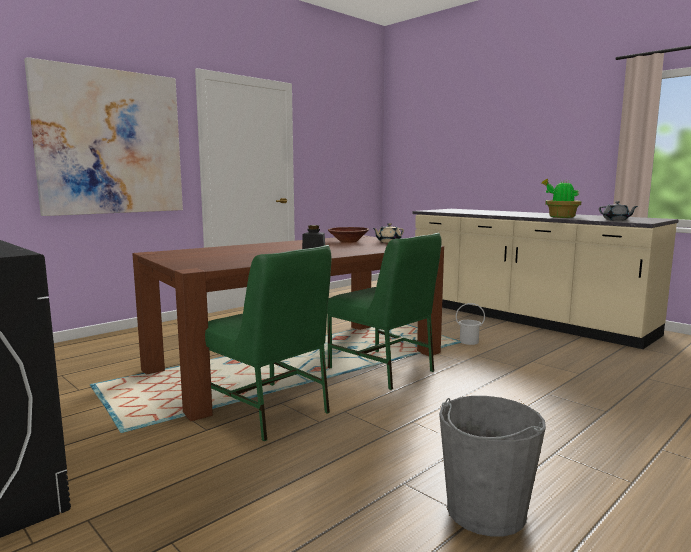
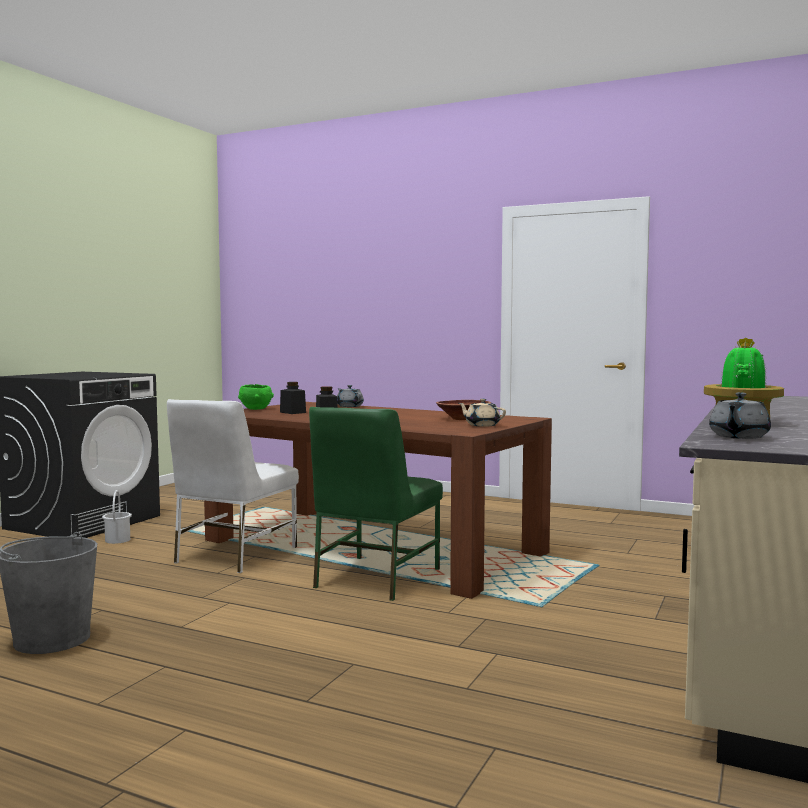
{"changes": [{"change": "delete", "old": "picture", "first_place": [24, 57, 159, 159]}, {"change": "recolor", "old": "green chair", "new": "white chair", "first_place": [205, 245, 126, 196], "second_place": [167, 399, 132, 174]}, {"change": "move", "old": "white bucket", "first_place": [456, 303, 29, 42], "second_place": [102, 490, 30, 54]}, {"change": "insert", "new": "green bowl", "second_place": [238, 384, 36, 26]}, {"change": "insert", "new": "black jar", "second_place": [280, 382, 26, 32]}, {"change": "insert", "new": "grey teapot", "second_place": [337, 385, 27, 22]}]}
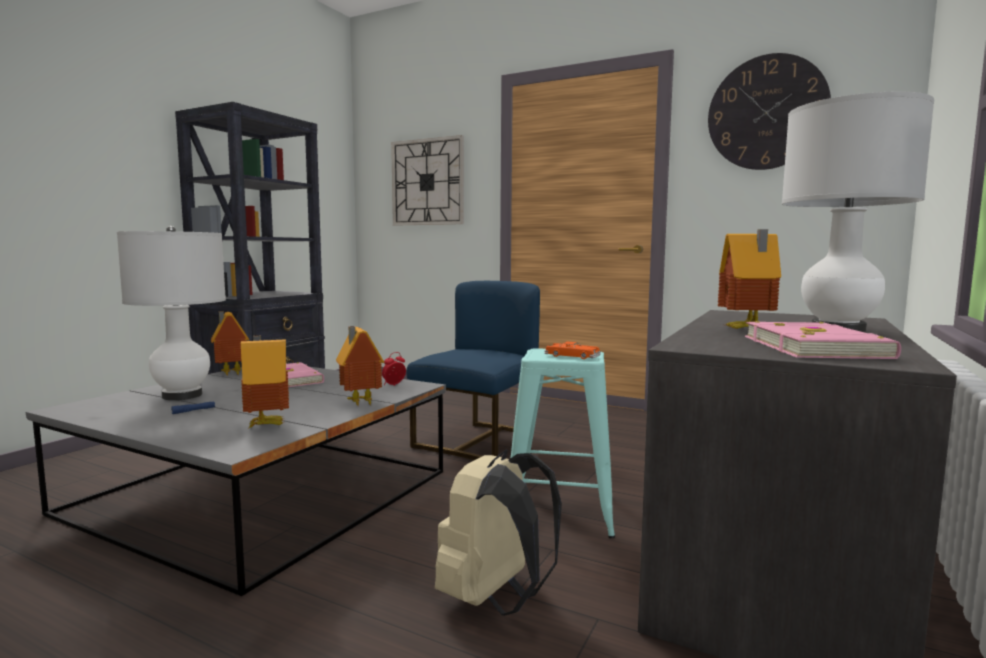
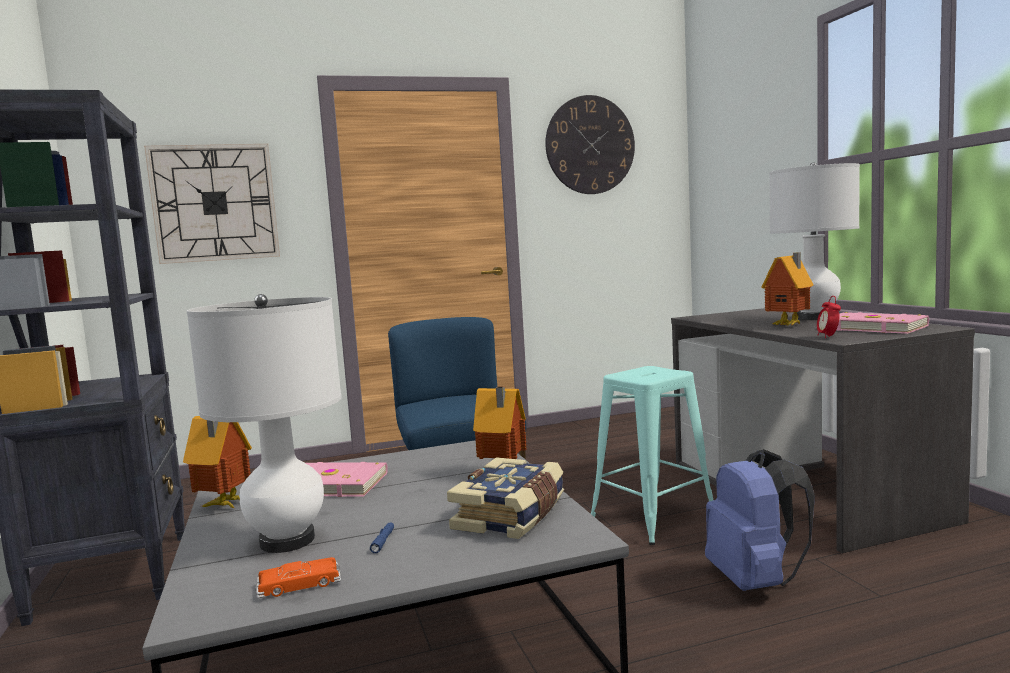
{"changes": [{"change": "replace", "old": "toy house", "new": "book", "first_place": [241, 335, 48, 93], "second_place": [447, 457, 117, 82]}, {"change": "move", "old": "alarm clock", "first_place": [382, 352, 24, 34], "second_place": [817, 296, 24, 42]}, {"change": "recolor", "old": "beige backpack", "new": "blue backpack", "first_place": [435, 449, 127, 167], "second_place": [705, 449, 110, 142]}, {"change": "move", "old": "orange toy car", "first_place": [544, 342, 57, 17], "second_place": [256, 557, 85, 41]}]}
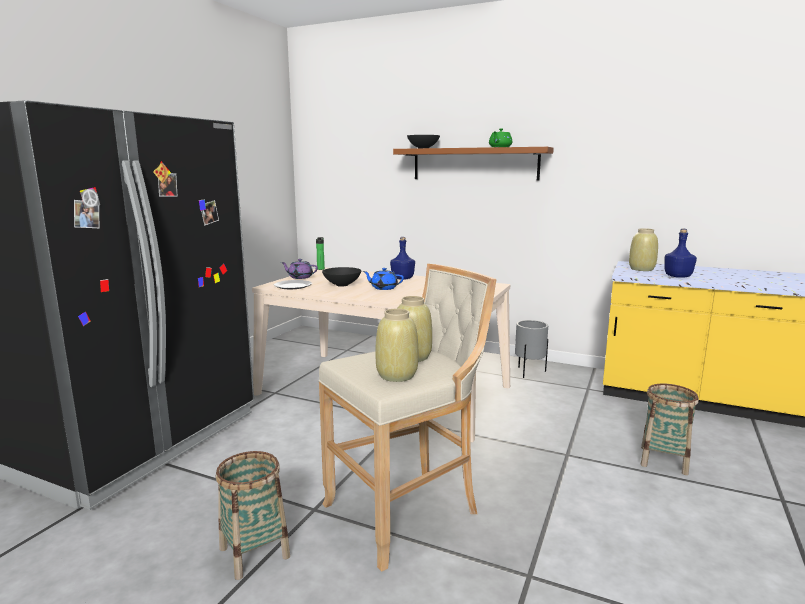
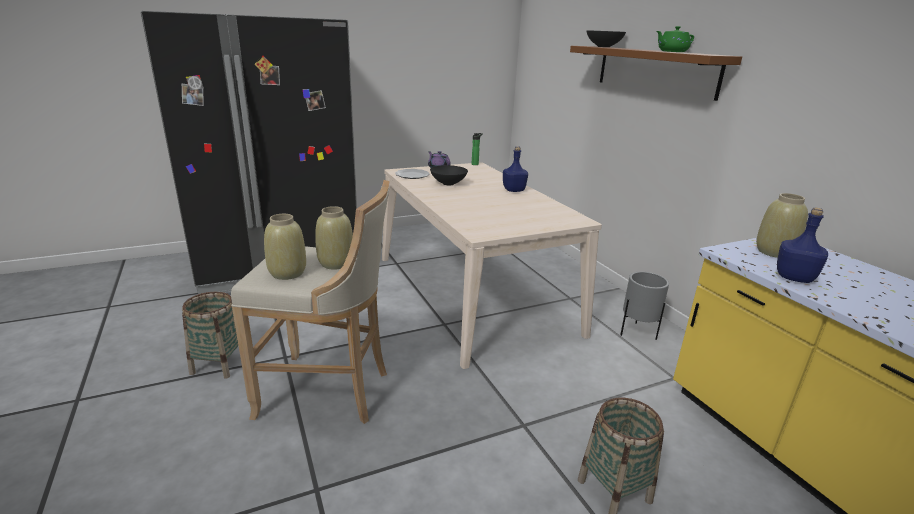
{"changes": [{"change": "delete", "old": "blue teapot", "first_place": [363, 268, 41, 22]}]}
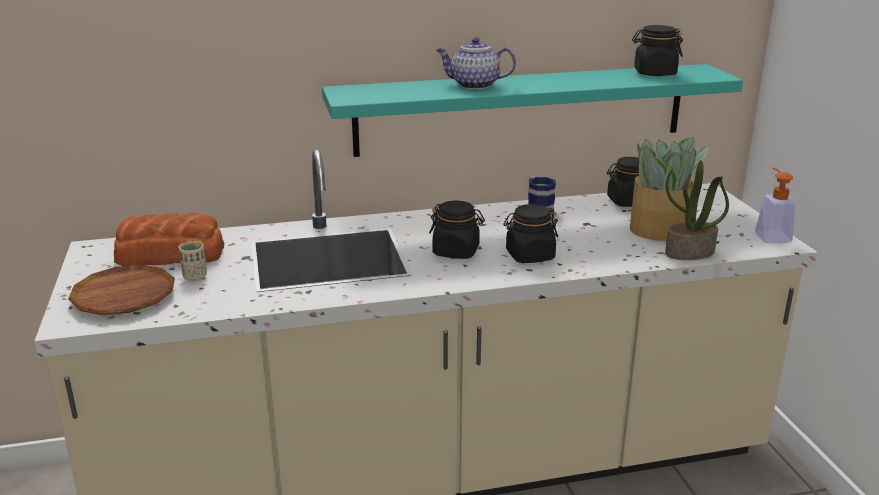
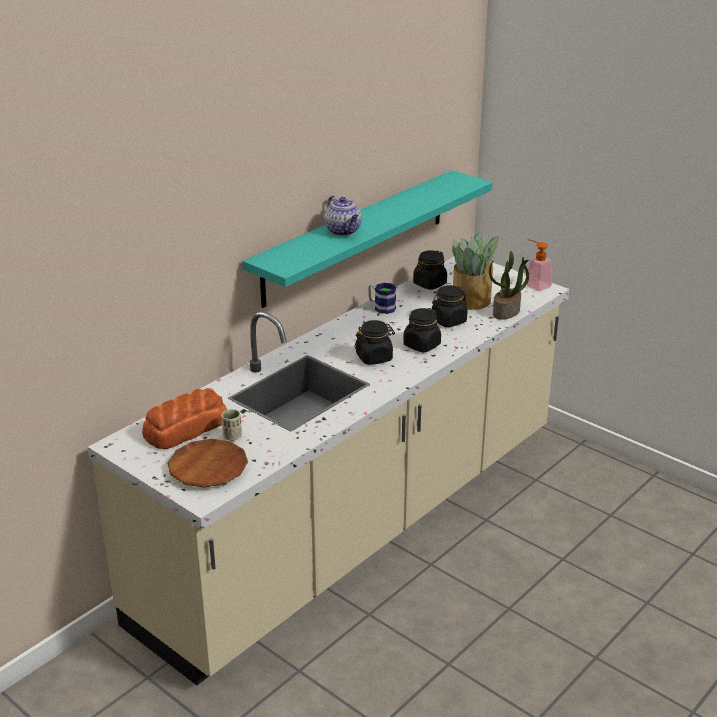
{"changes": [{"change": "rotate", "old": "teapot", "first_place": [436, 37, 80, 52], "second_place": [324, 196, 38, 40], "degrees": -90}, {"change": "move", "old": "black jar", "first_place": [632, 25, 51, 51], "second_place": [432, 285, 35, 42]}]}
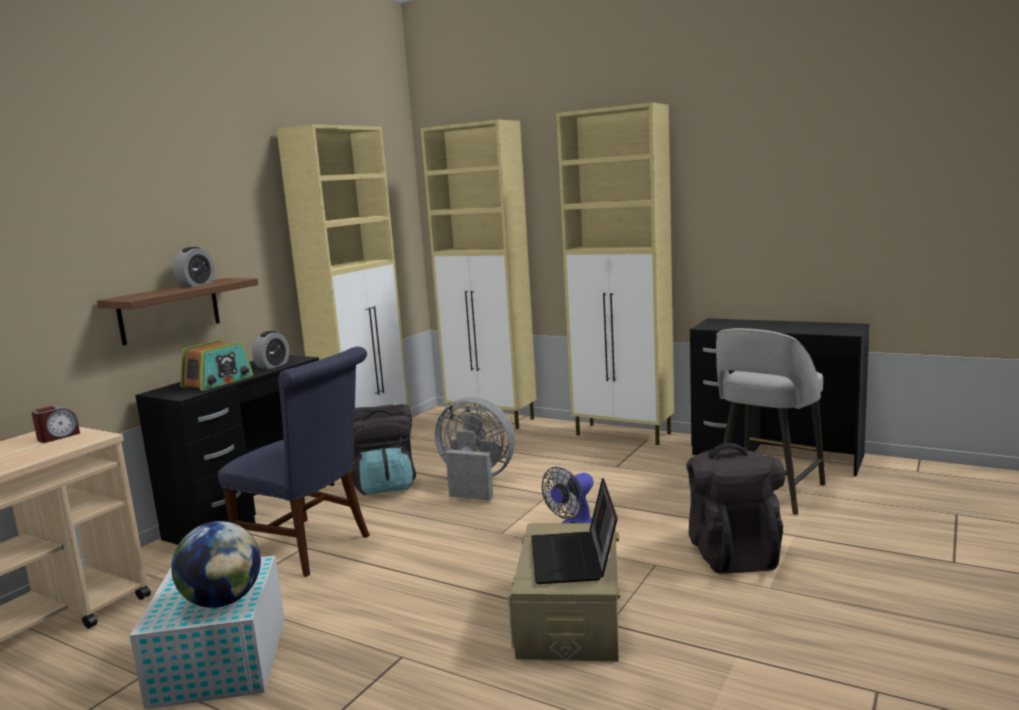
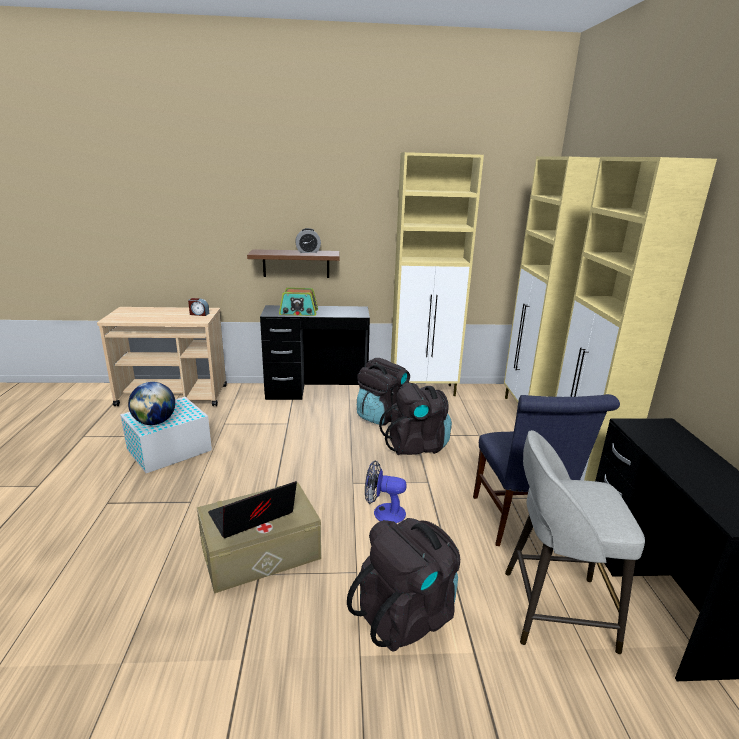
{"changes": [{"change": "move", "old": "blue chair", "first_place": [218, 347, 152, 230], "second_place": [473, 394, 147, 152]}, {"change": "delete", "old": "alarm clock", "first_place": [252, 331, 37, 38]}, {"change": "replace", "old": "grey fan", "new": "black backpack", "first_place": [435, 397, 80, 104], "second_place": [379, 383, 73, 72]}]}
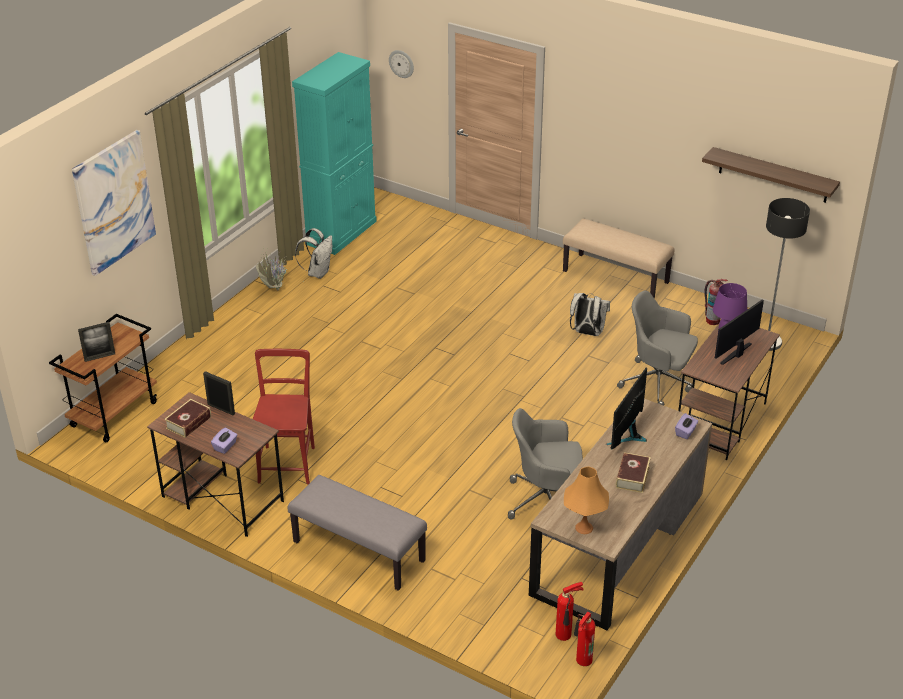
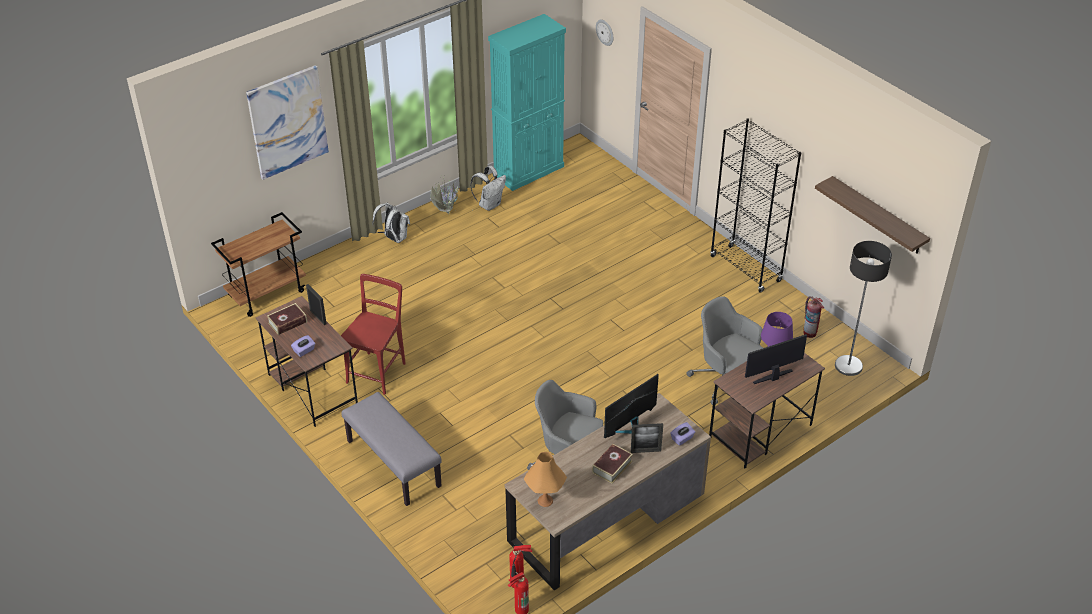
{"changes": [{"change": "move", "old": "picture frame", "first_place": [78, 322, 37, 40], "second_place": [631, 423, 32, 30]}, {"change": "replace", "old": "beige bench", "new": "black bookcase", "first_place": [563, 219, 111, 80], "second_place": [710, 118, 91, 175]}, {"change": "move", "old": "white backpack", "first_place": [570, 293, 40, 43], "second_place": [372, 202, 38, 41]}]}
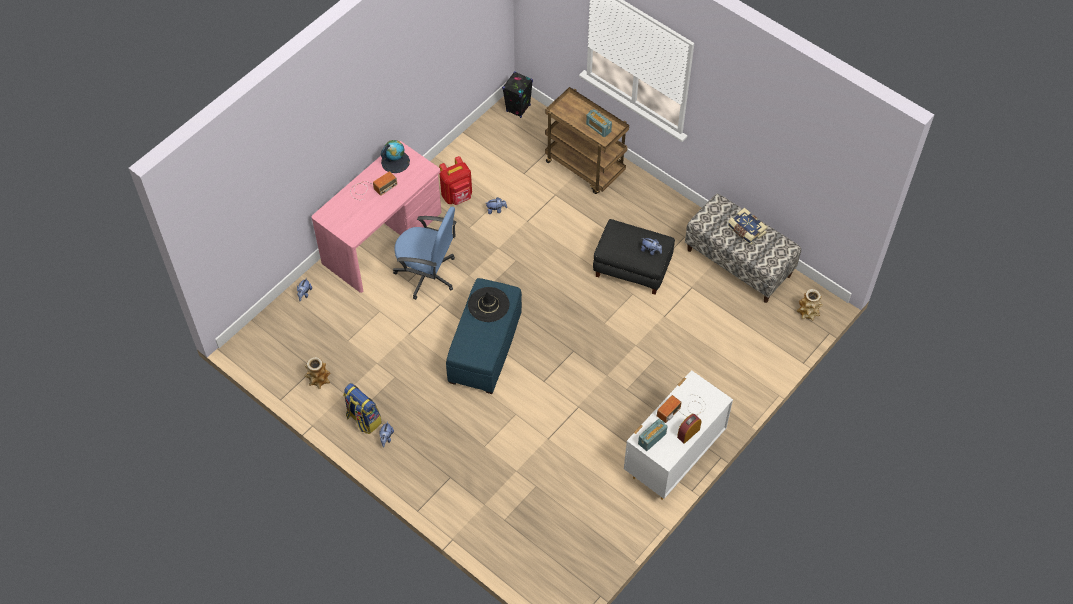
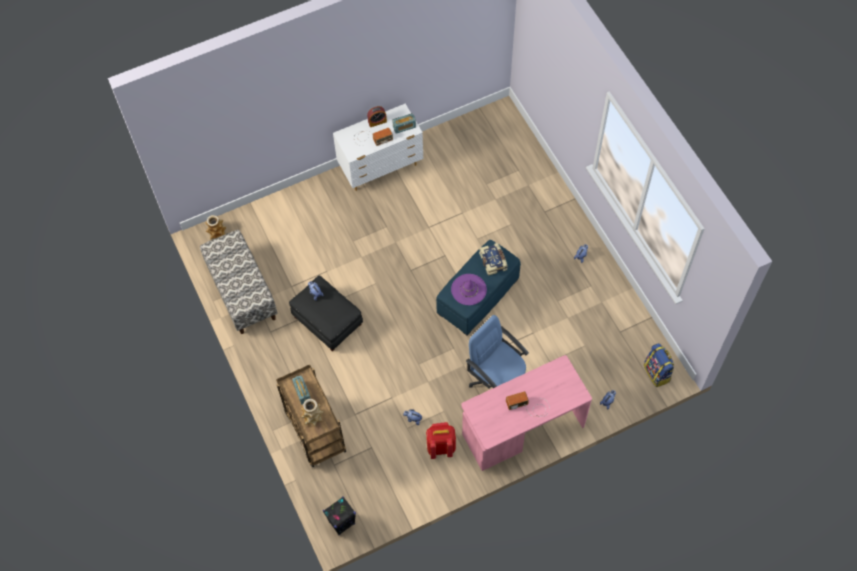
{"changes": [{"change": "move", "old": "vase", "first_place": [305, 357, 25, 32], "second_place": [301, 399, 23, 27]}, {"change": "move", "old": "backpack", "first_place": [343, 383, 39, 51], "second_place": [644, 343, 31, 44]}, {"change": "delete", "old": "globe", "first_place": [381, 140, 29, 33]}, {"change": "recolor", "old": "black hat", "new": "purple hat", "first_place": [468, 287, 42, 35], "second_place": [451, 274, 36, 31]}, {"change": "move", "old": "book", "first_place": [728, 208, 40, 37], "second_place": [479, 243, 29, 33]}]}
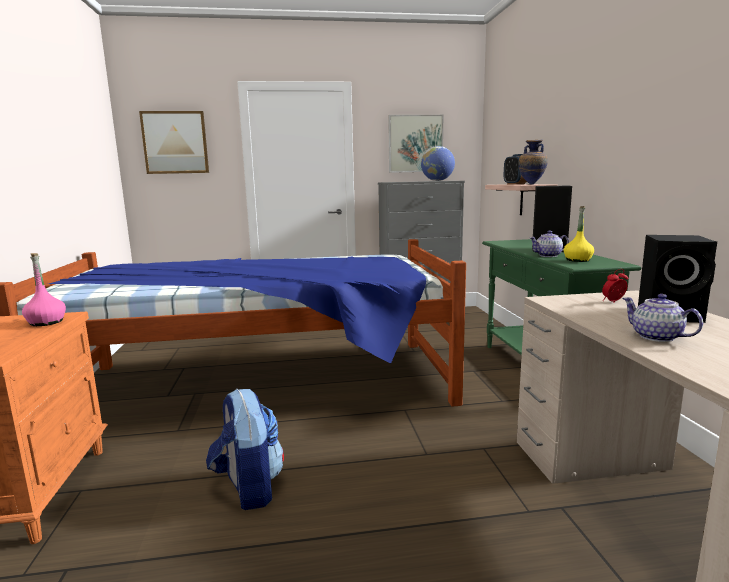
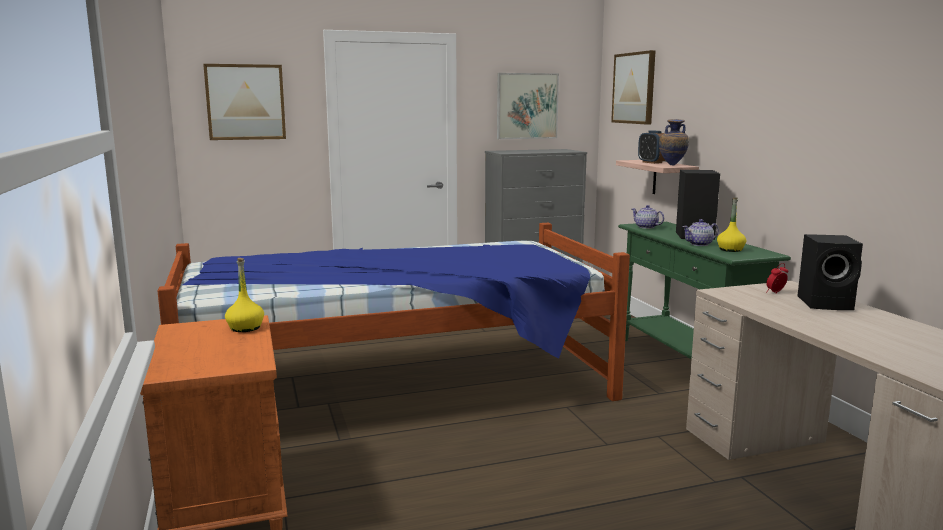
{"changes": [{"change": "recolor", "old": "pink bottle", "new": "yellow bottle", "first_place": [22, 253, 44, 73], "second_place": [225, 258, 39, 74]}, {"change": "delete", "old": "backpack", "first_place": [206, 389, 78, 121]}, {"change": "delete", "old": "globe", "first_place": [421, 146, 34, 35]}, {"change": "move", "old": "teapot", "first_place": [623, 294, 80, 48], "second_place": [632, 205, 32, 24]}, {"change": "insert", "new": "picture", "second_place": [611, 50, 45, 74]}]}
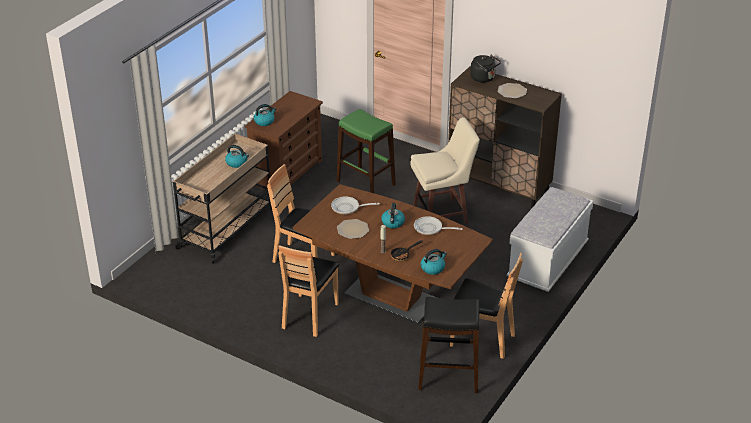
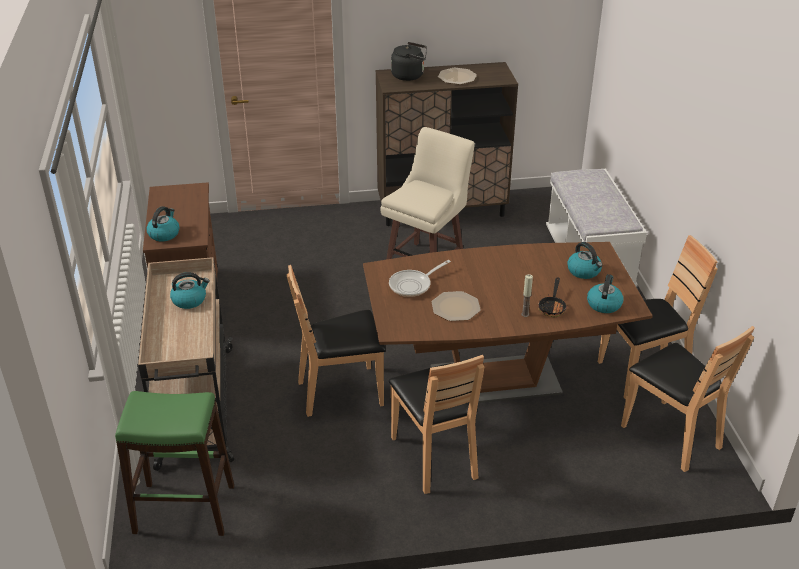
{"changes": [{"change": "move", "old": "green stool", "first_place": [337, 109, 59, 84], "second_place": [115, 391, 119, 145]}, {"change": "move", "old": "kettle", "first_place": [381, 203, 24, 25], "second_place": [567, 242, 36, 37]}, {"change": "delete", "old": "frying pan", "first_place": [414, 216, 49, 19]}, {"change": "replace", "old": "black stool", "new": "brown chair", "first_place": [418, 297, 61, 96], "second_place": [621, 326, 134, 146]}]}
